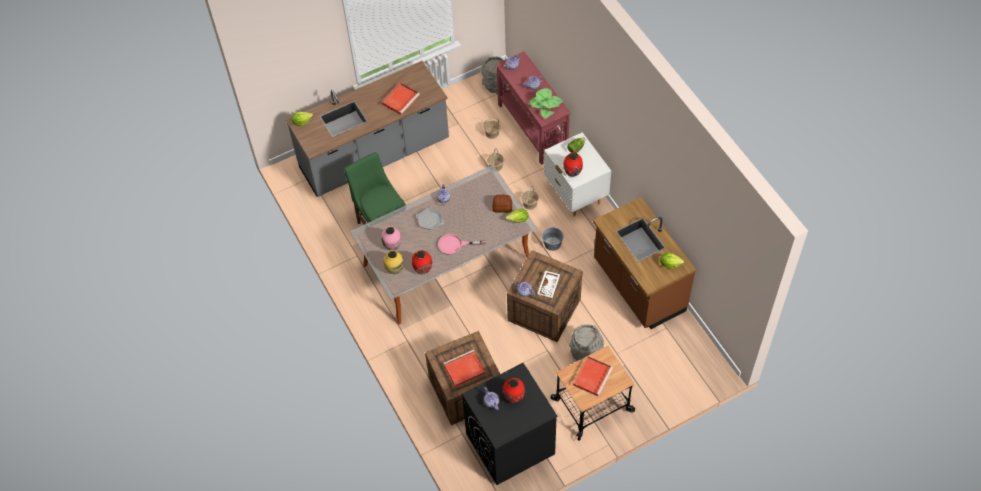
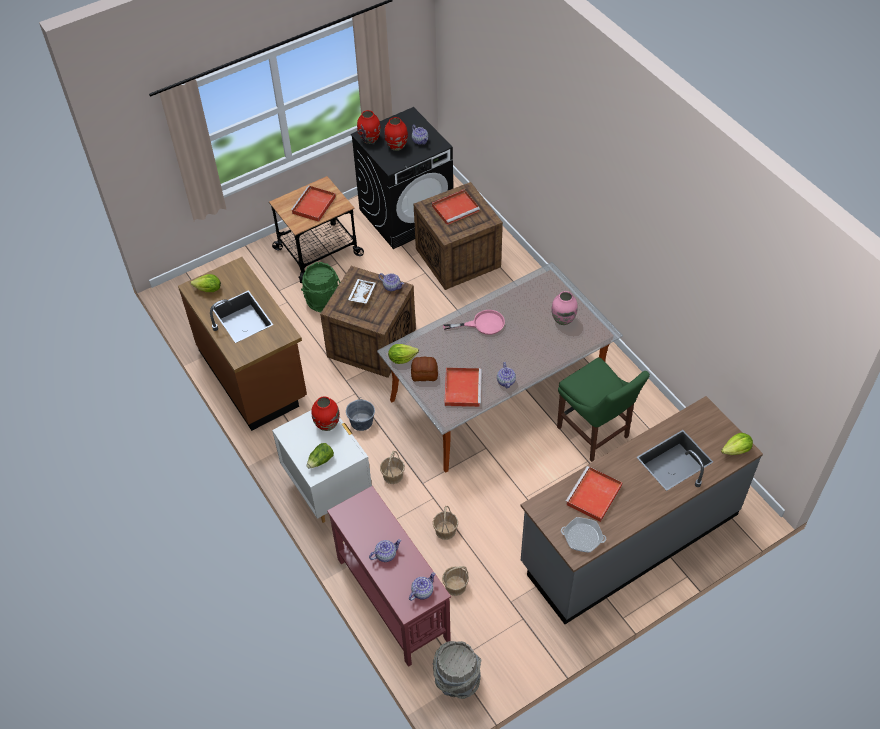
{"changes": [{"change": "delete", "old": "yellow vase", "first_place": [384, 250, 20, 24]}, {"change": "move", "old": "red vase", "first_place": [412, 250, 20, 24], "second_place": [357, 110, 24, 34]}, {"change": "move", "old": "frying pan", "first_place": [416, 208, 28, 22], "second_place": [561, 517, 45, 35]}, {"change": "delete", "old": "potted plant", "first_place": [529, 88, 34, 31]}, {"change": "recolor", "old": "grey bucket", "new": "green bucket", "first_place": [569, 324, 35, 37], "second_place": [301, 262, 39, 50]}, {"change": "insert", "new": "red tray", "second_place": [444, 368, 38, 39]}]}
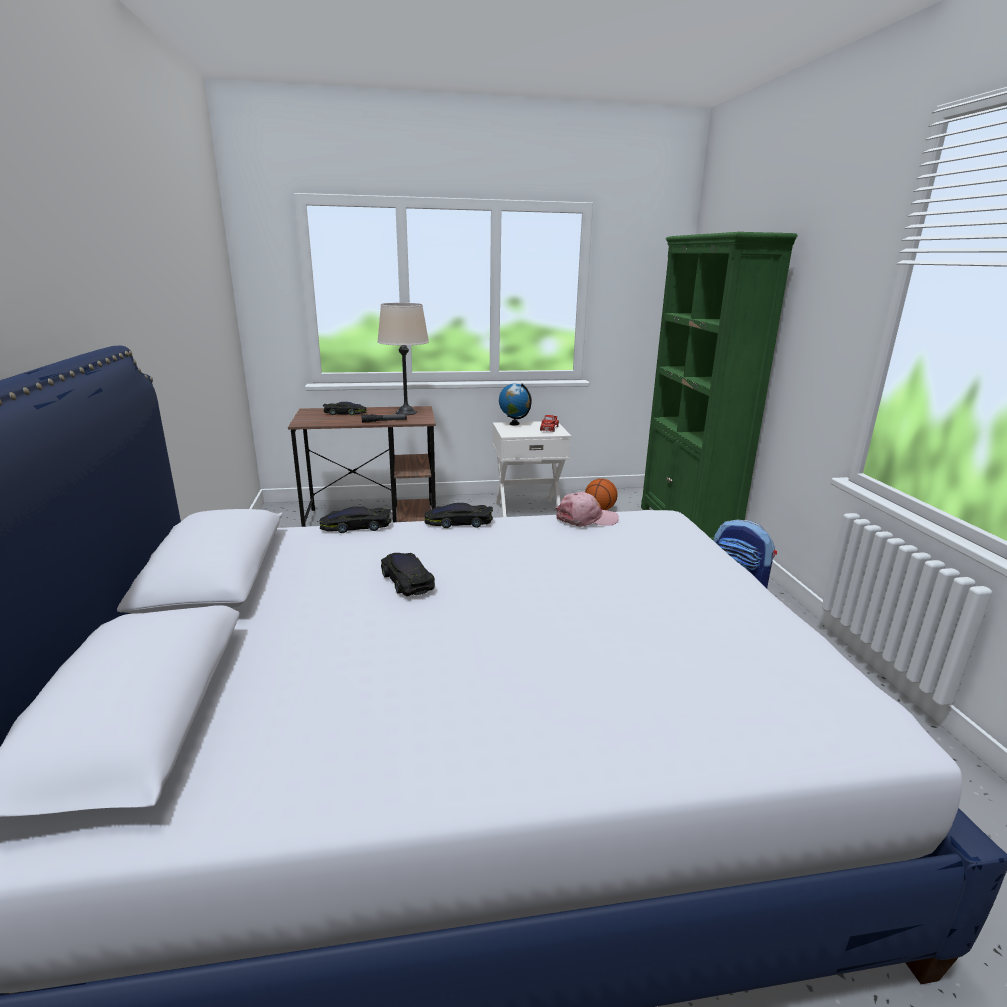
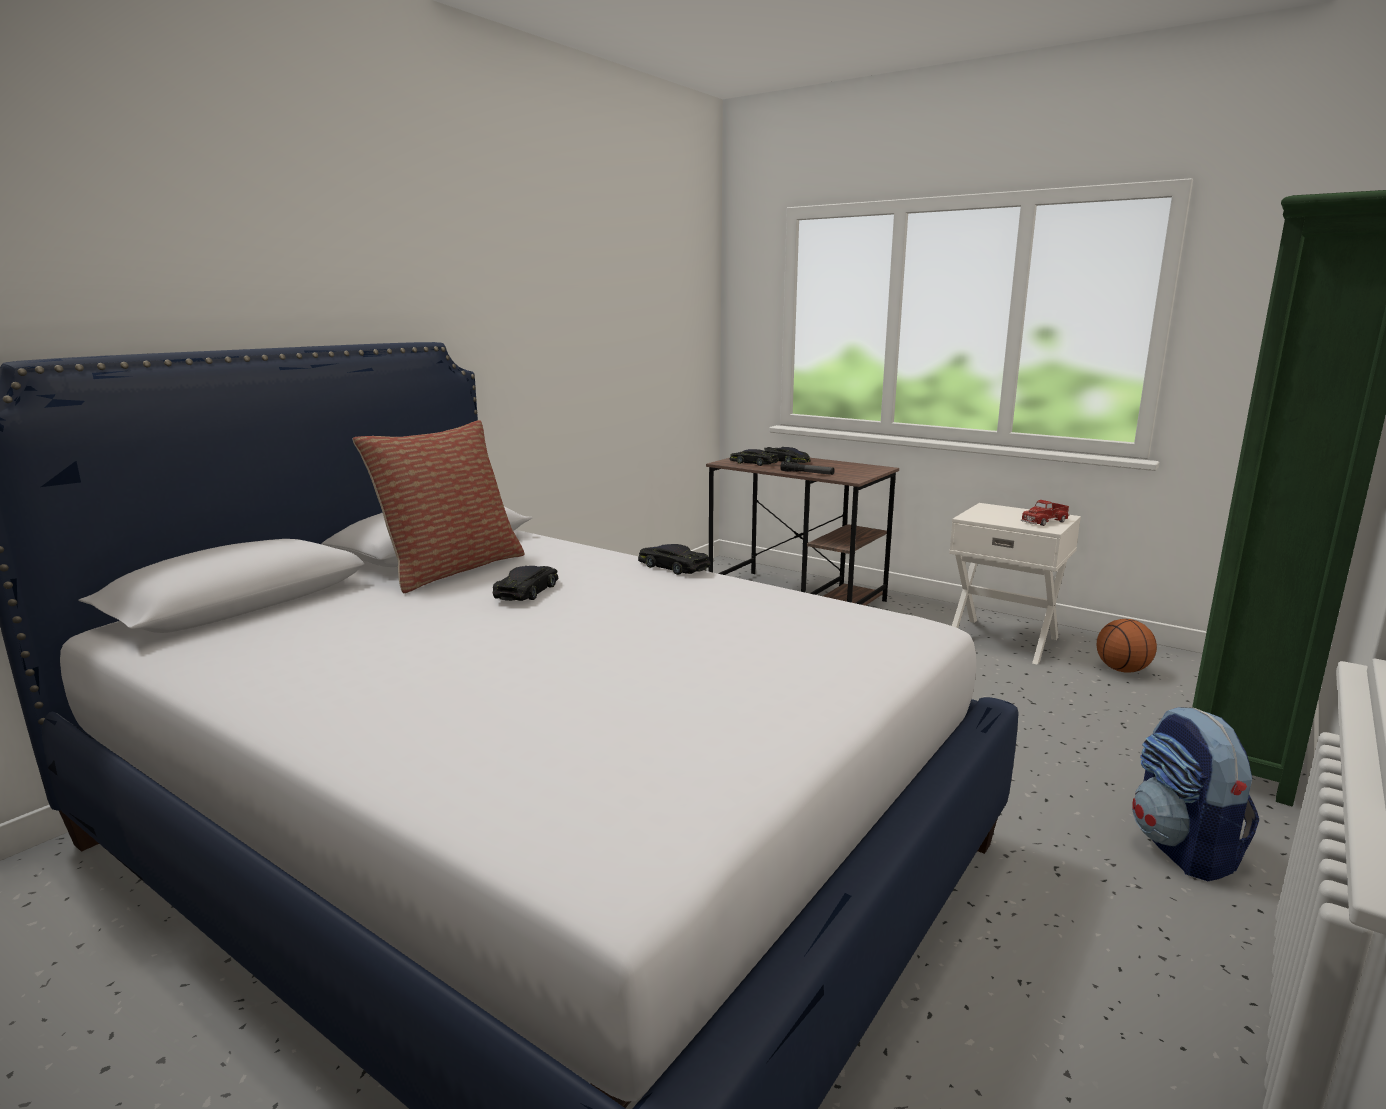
{"changes": [{"change": "move", "old": "black toy car", "first_place": [320, 506, 71, 27], "second_place": [729, 449, 50, 17]}, {"change": "delete", "old": "beige table lamp", "first_place": [377, 303, 52, 112]}, {"change": "delete", "old": "globe", "first_place": [499, 383, 33, 42]}, {"change": "delete", "old": "pink cap", "first_place": [555, 492, 64, 35]}, {"change": "insert", "new": "pillow", "second_place": [352, 420, 173, 174]}]}
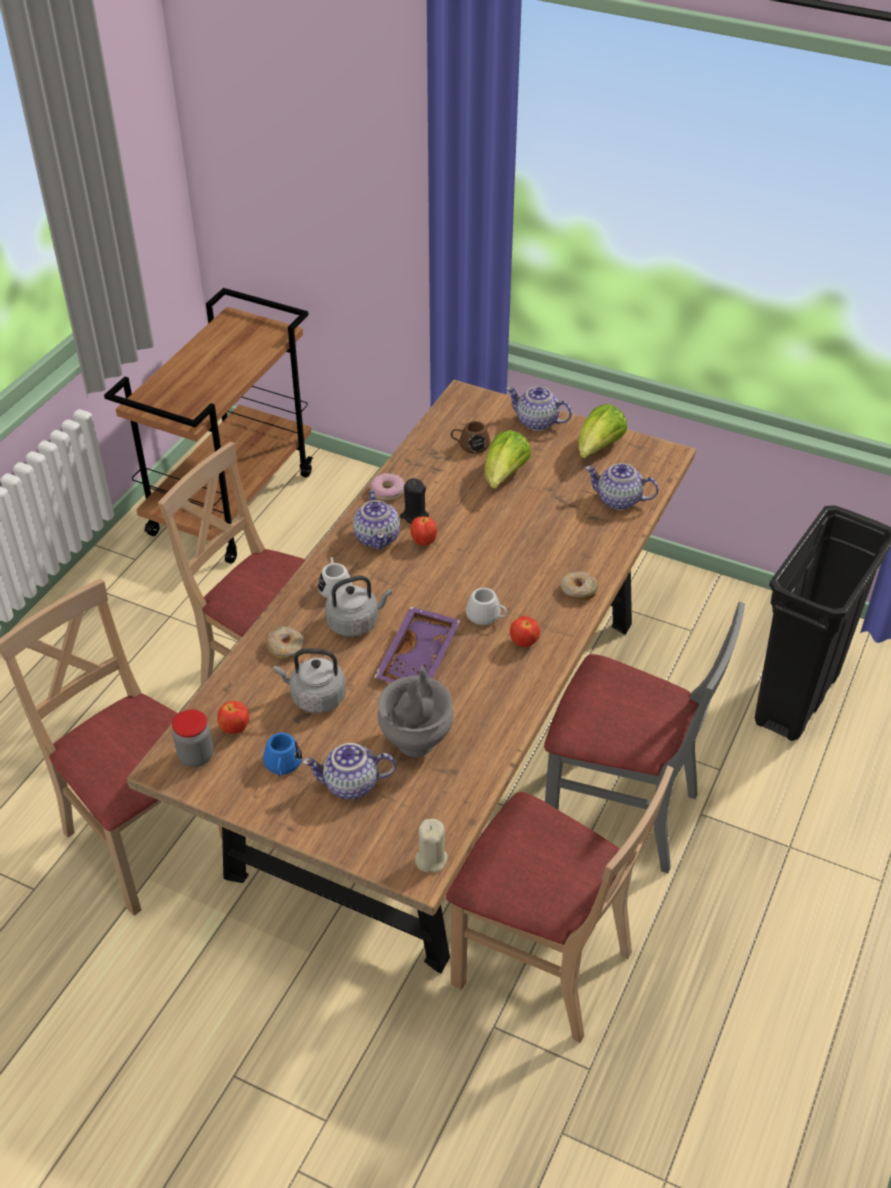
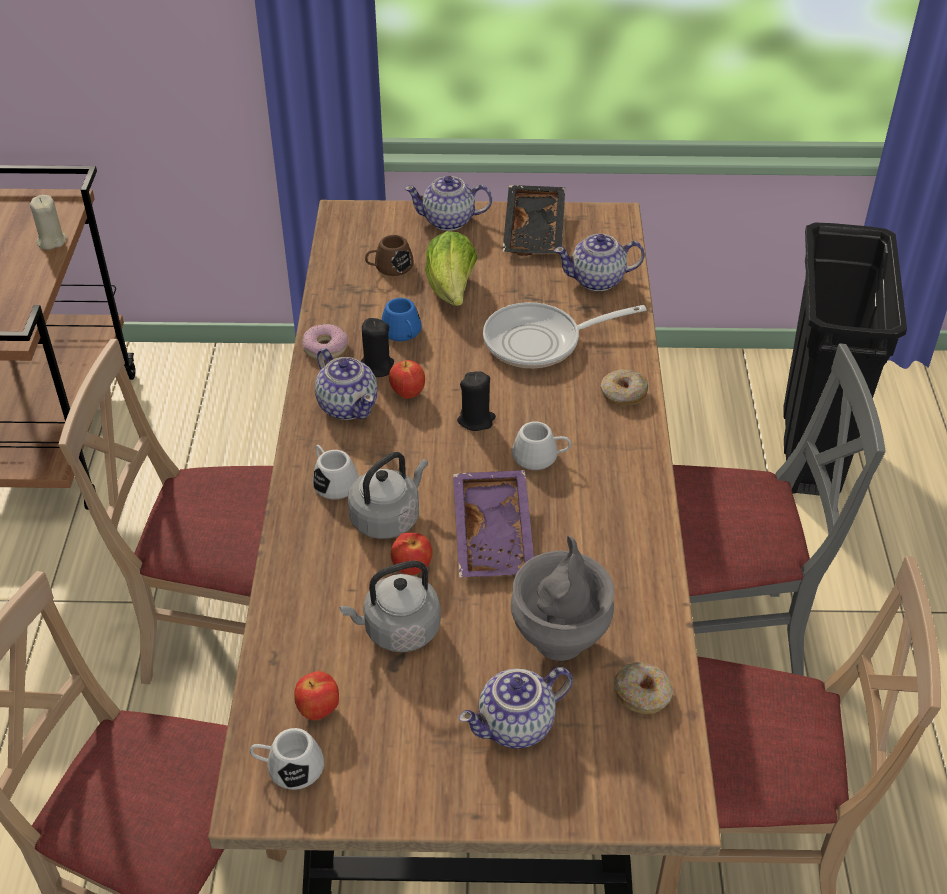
{"changes": [{"change": "replace", "old": "jar", "new": "white mug", "first_place": [172, 709, 42, 58], "second_place": [250, 728, 74, 62]}, {"change": "move", "old": "blue mug", "first_place": [263, 733, 39, 43], "second_place": [381, 298, 40, 43]}, {"change": "move", "old": "donut", "first_place": [266, 626, 38, 33], "second_place": [614, 662, 59, 52]}, {"change": "move", "old": "beige candle", "first_place": [415, 819, 33, 53], "second_place": [30, 195, 36, 55]}, {"change": "move", "old": "apple", "first_place": [510, 616, 30, 31], "second_place": [391, 533, 41, 42]}, {"change": "replace", "old": "lettuce", "new": "black tray", "first_place": [578, 404, 49, 54], "second_place": [502, 185, 63, 71]}, {"change": "insert", "new": "black candle", "second_place": [457, 371, 39, 60]}, {"change": "insert", "new": "frying pan", "second_place": [483, 302, 163, 66]}]}
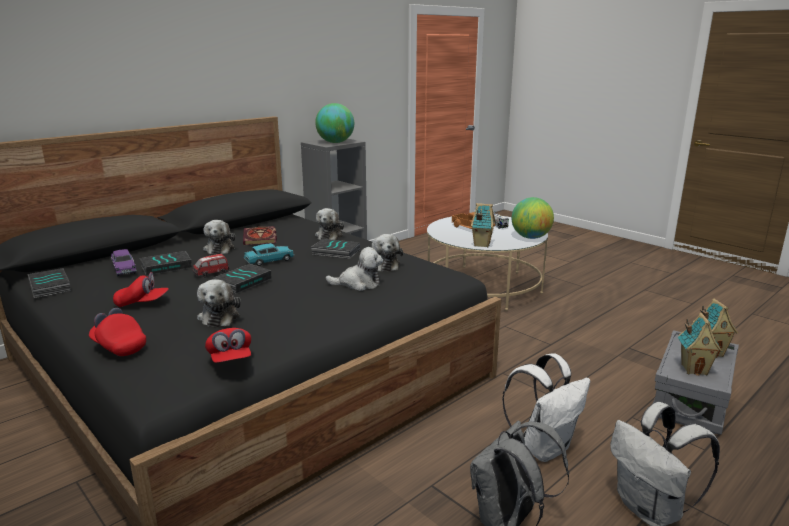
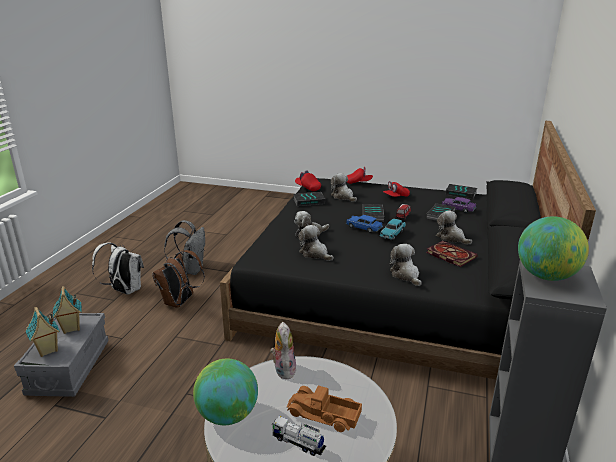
{"changes": [{"change": "move", "old": "book", "first_place": [311, 239, 49, 20], "second_place": [293, 192, 32, 14]}, {"change": "replace", "old": "toy house", "new": "plush toy", "first_place": [471, 203, 24, 44], "second_place": [270, 322, 26, 57]}, {"change": "recolor", "old": "white backpack", "new": "brown backpack", "first_place": [502, 353, 88, 109], "second_place": [152, 250, 53, 58]}, {"change": "insert", "new": "blue toy car", "second_place": [346, 215, 37, 18]}]}
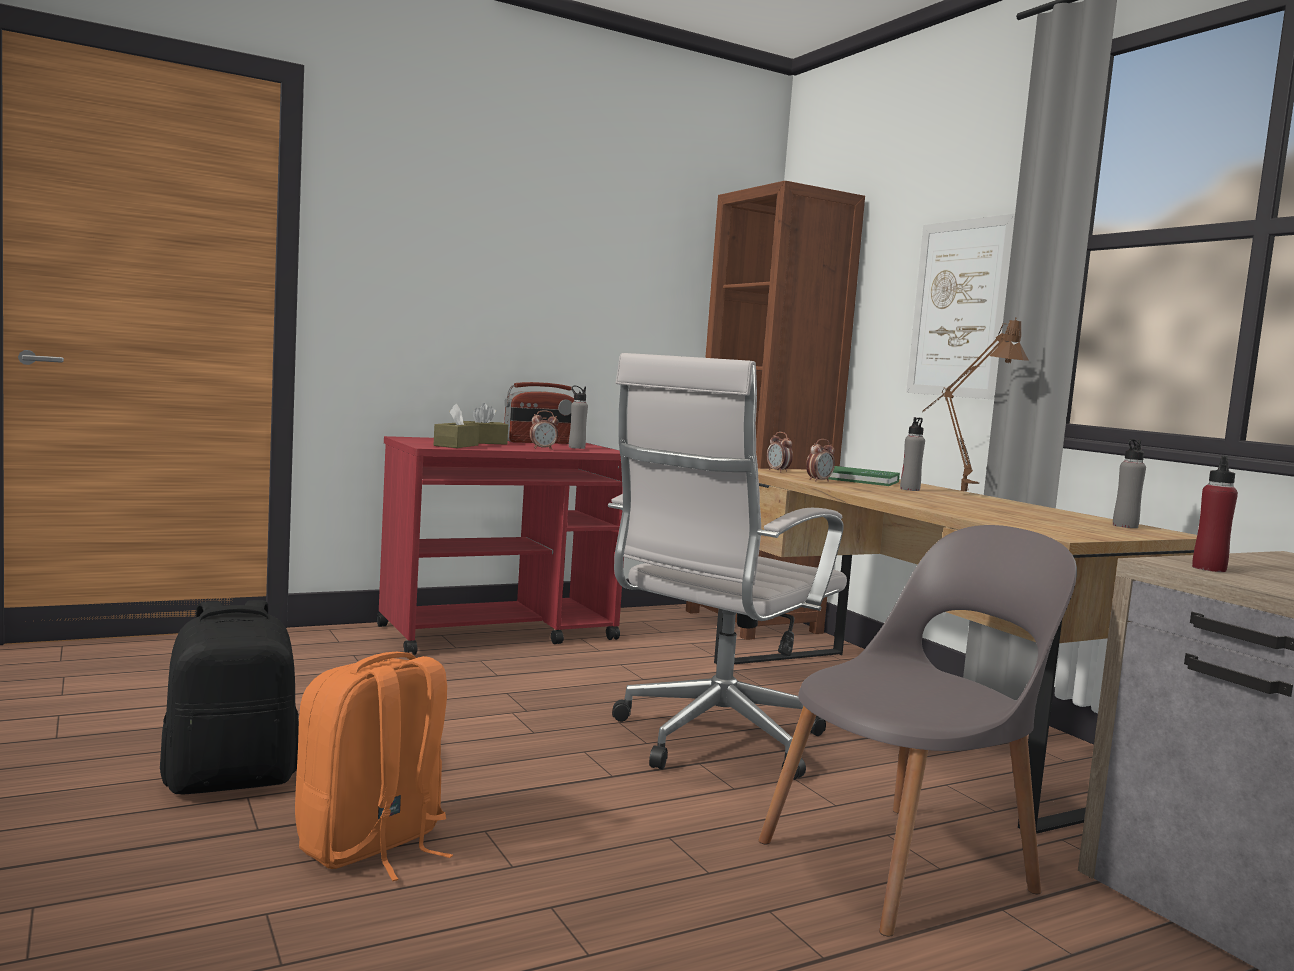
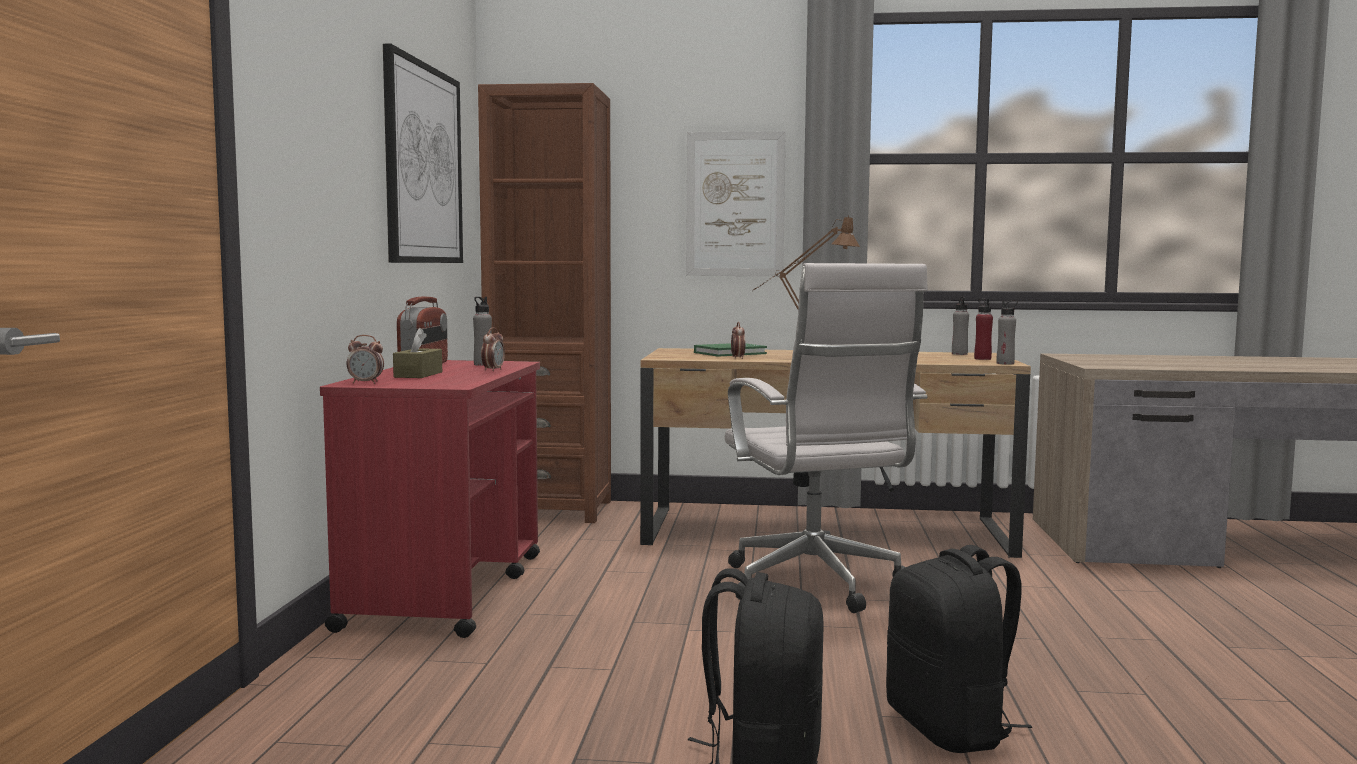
{"changes": [{"change": "recolor", "old": "orange backpack", "new": "black backpack", "first_place": [295, 652, 158, 229], "second_place": [886, 545, 146, 208]}, {"change": "delete", "old": "brown tissue box", "first_place": [434, 404, 45, 44]}, {"change": "delete", "old": "grey chair", "first_place": [758, 525, 319, 412]}, {"change": "move", "old": "alarm clock", "first_place": [767, 432, 26, 40], "second_place": [347, 335, 37, 49]}, {"change": "move", "old": "grey bottle", "first_place": [900, 417, 25, 74], "second_place": [996, 300, 22, 65]}, {"change": "move", "old": "red bottle", "first_place": [1192, 455, 46, 117], "second_place": [974, 298, 19, 62]}, {"change": "insert", "new": "picture", "second_place": [383, 44, 80, 219]}]}
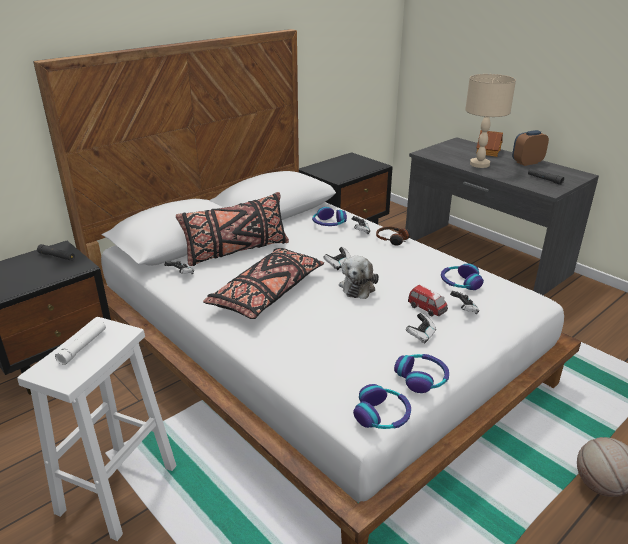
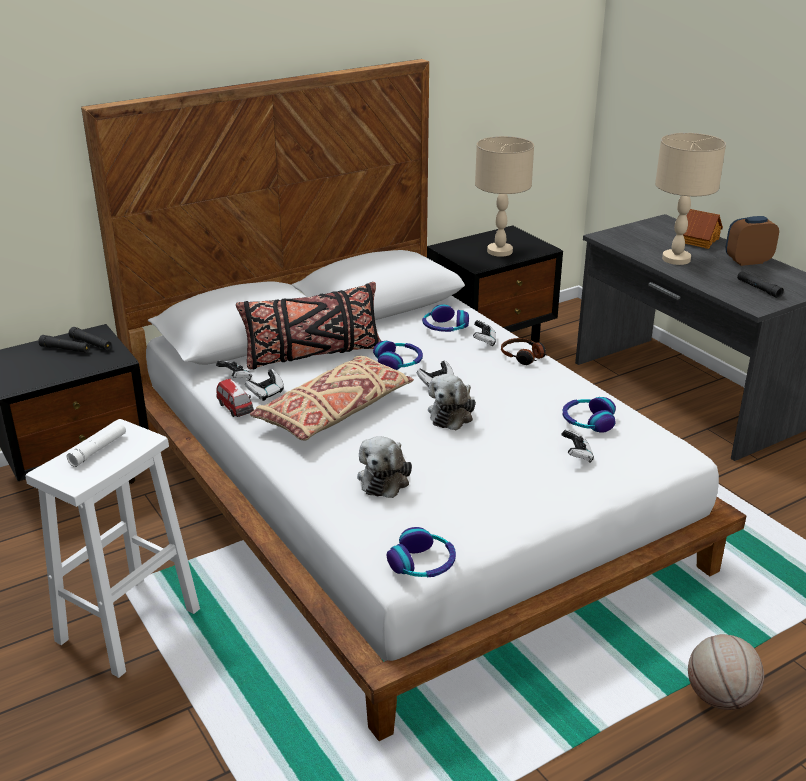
{"changes": [{"change": "recolor", "old": "black pillow", "new": "beige pillow", "first_place": [203, 248, 121, 71], "second_place": [250, 356, 164, 85]}, {"change": "move", "old": "headphones", "first_place": [394, 354, 55, 39], "second_place": [373, 341, 50, 29]}, {"change": "move", "old": "game controller", "first_place": [406, 313, 30, 31], "second_place": [245, 369, 39, 32]}, {"change": "move", "old": "toy car", "first_place": [408, 285, 40, 31], "second_place": [216, 379, 38, 38]}, {"change": "insert", "new": "black flashlight", "second_place": [38, 335, 52, 18]}, {"change": "insert", "new": "plush toy", "second_place": [357, 436, 55, 62]}, {"change": "insert", "new": "beige table lamp", "second_place": [475, 136, 59, 121]}]}
